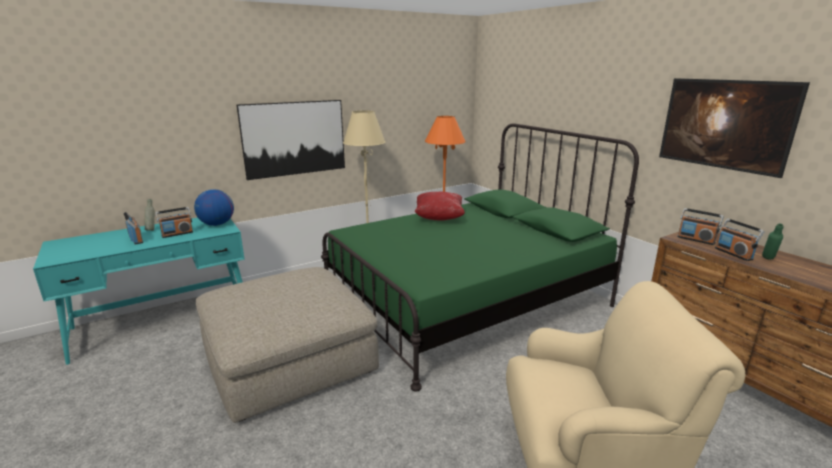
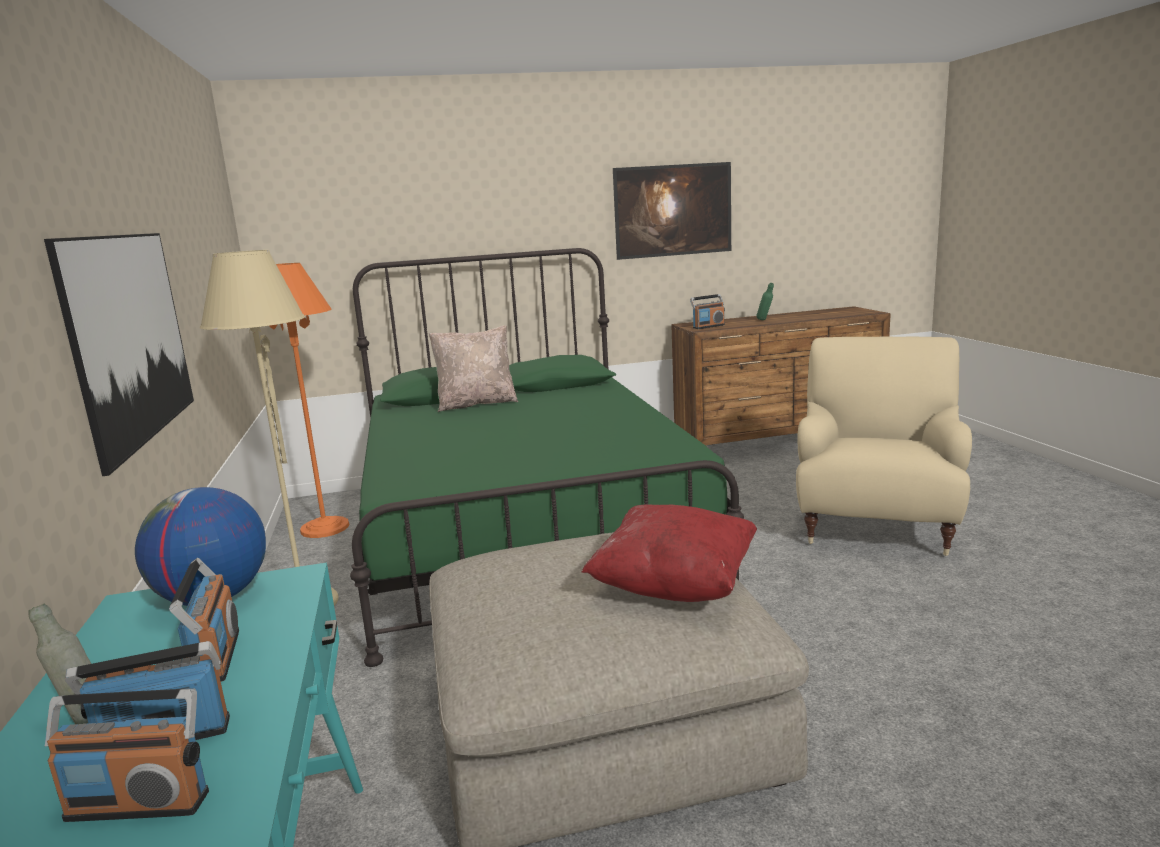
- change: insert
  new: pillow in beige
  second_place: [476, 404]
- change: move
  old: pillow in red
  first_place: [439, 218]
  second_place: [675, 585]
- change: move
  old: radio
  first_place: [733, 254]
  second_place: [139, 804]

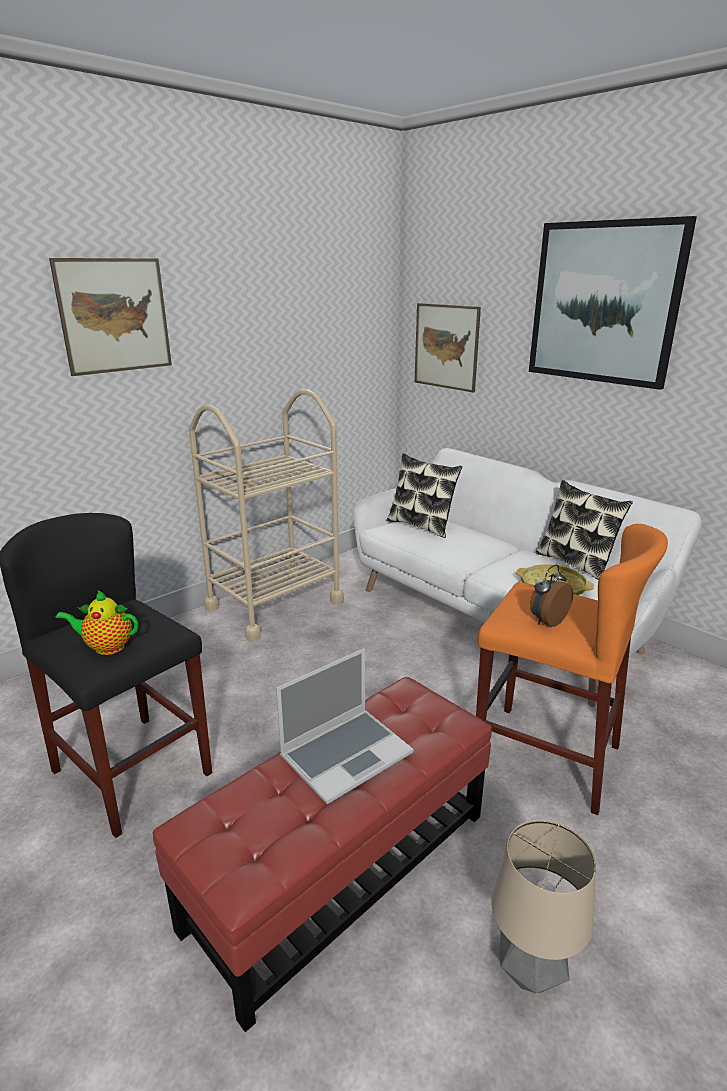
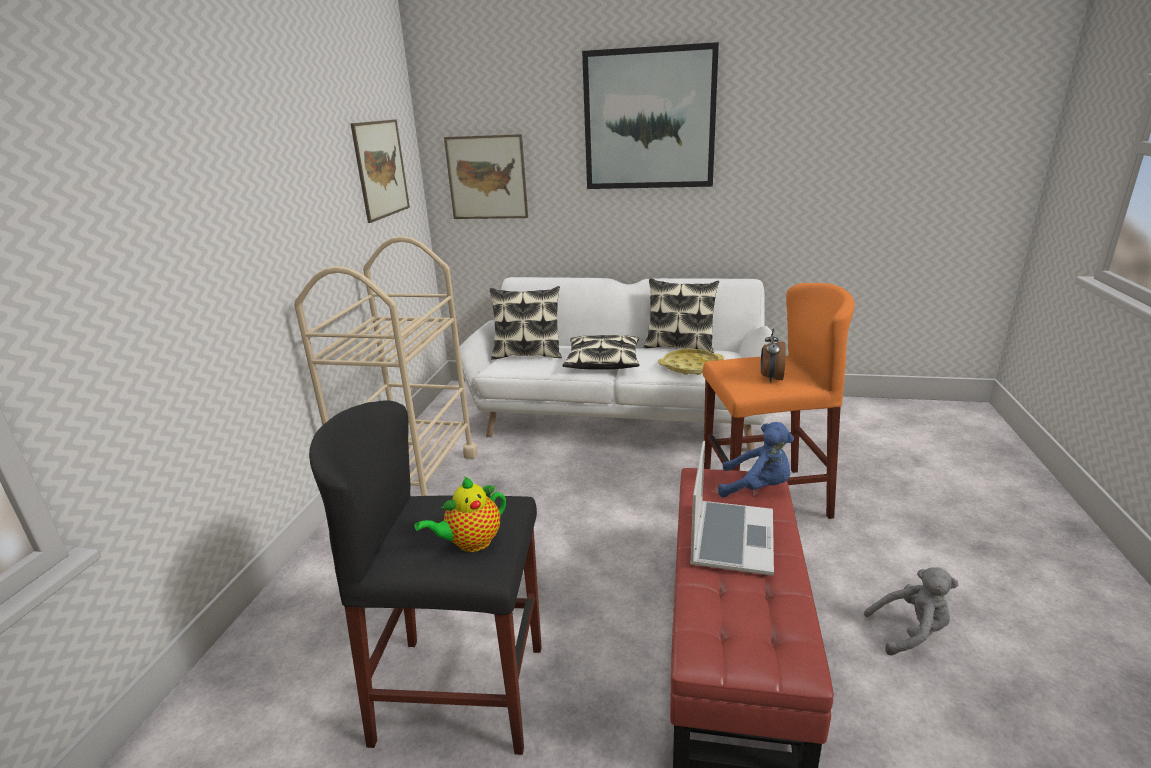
- change: insert
  new: pillow
  second_place: [602, 362]
- change: insert
  new: plush toy in blue
  second_place: [757, 488]
- change: move
  old: picture
  first_place: [114, 316]
  second_place: [381, 169]
- change: replace
  old: table lamp
  new: plush toy in grey
  first_place: [530, 973]
  second_place: [910, 632]

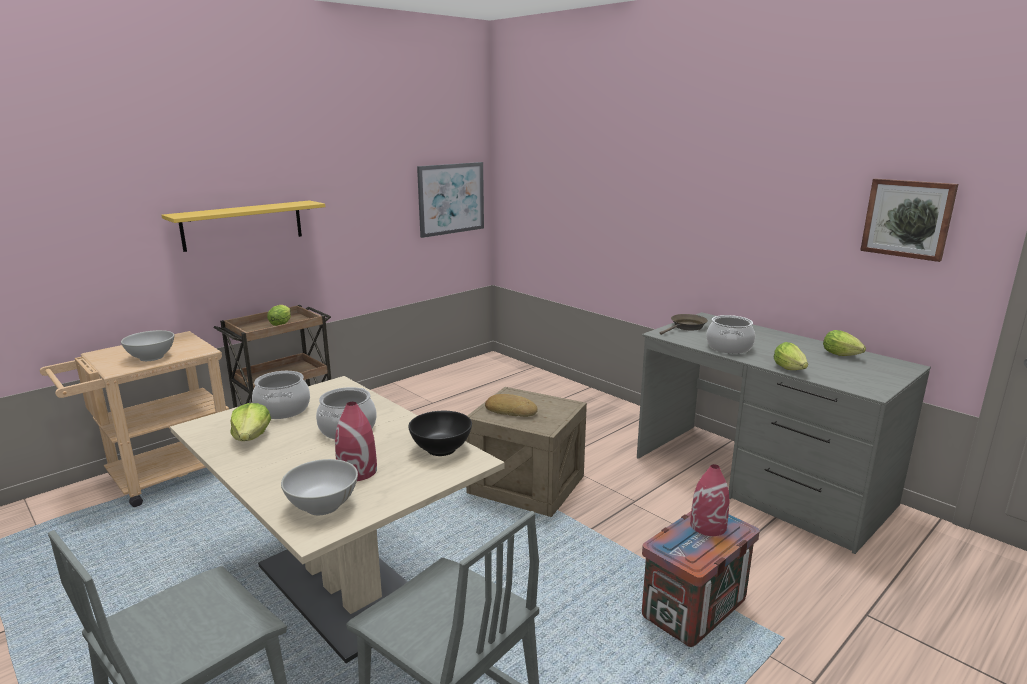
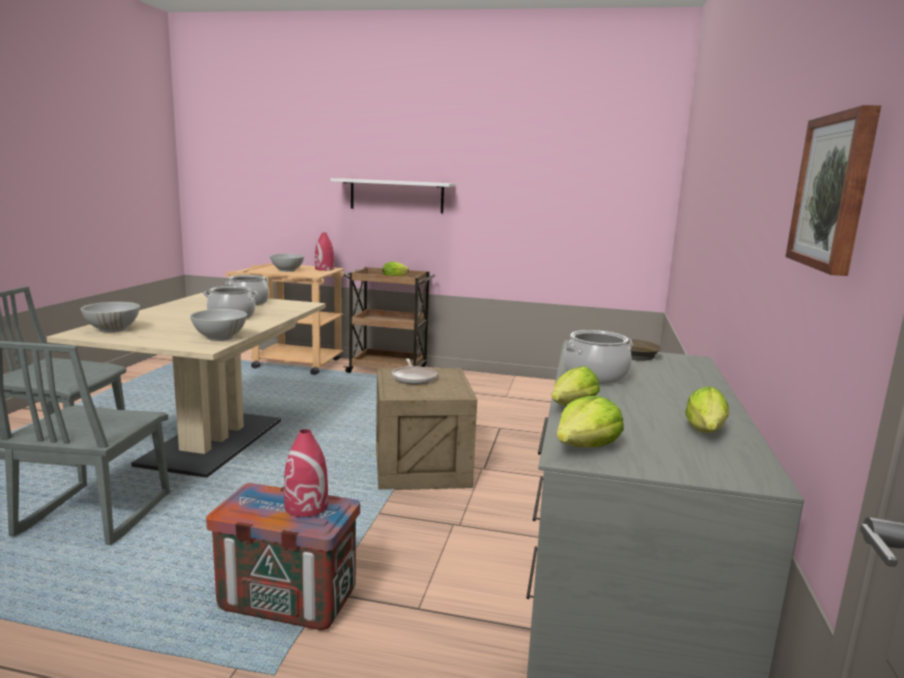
- change: delete
  old: picture
  first_place: [451, 198]
- change: move
  old: lettuce
  first_place: [251, 437]
  second_place: [586, 446]
- change: move
  old: vase in red
  first_place: [357, 471]
  second_place: [324, 269]
- change: replace
  old: bread
  new: frying pan
  first_place: [511, 410]
  second_place: [414, 378]
- change: recolor
  old: shelf in yellow
  new: shelf in white
  first_place: [243, 225]
  second_place: [396, 196]
- change: recolor
  old: bowl in black
  new: bowl in white
  first_place: [441, 449]
  second_place: [219, 337]

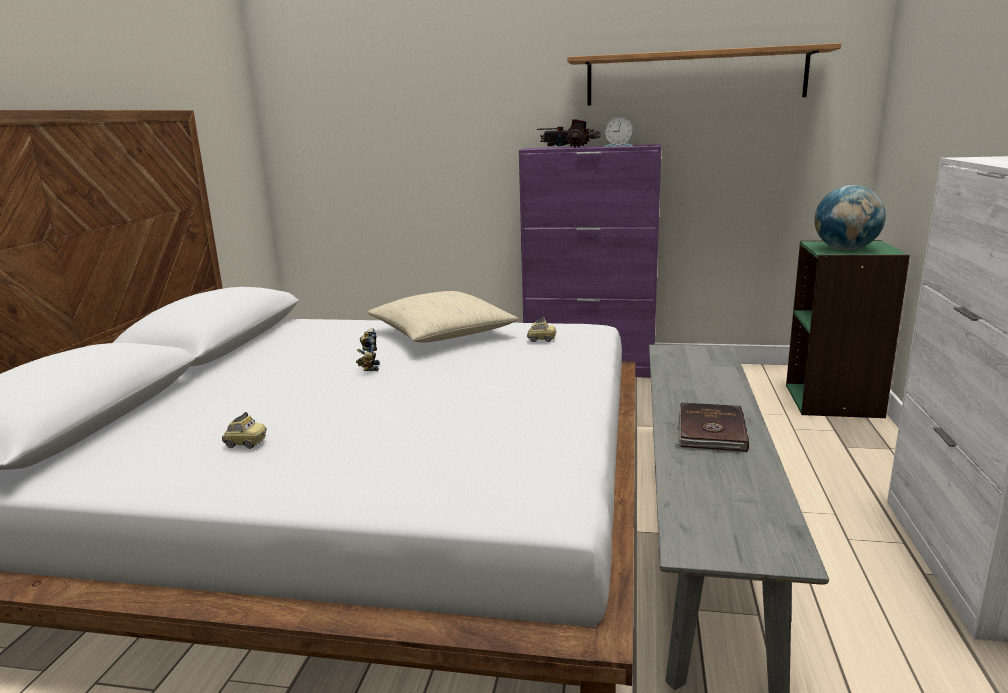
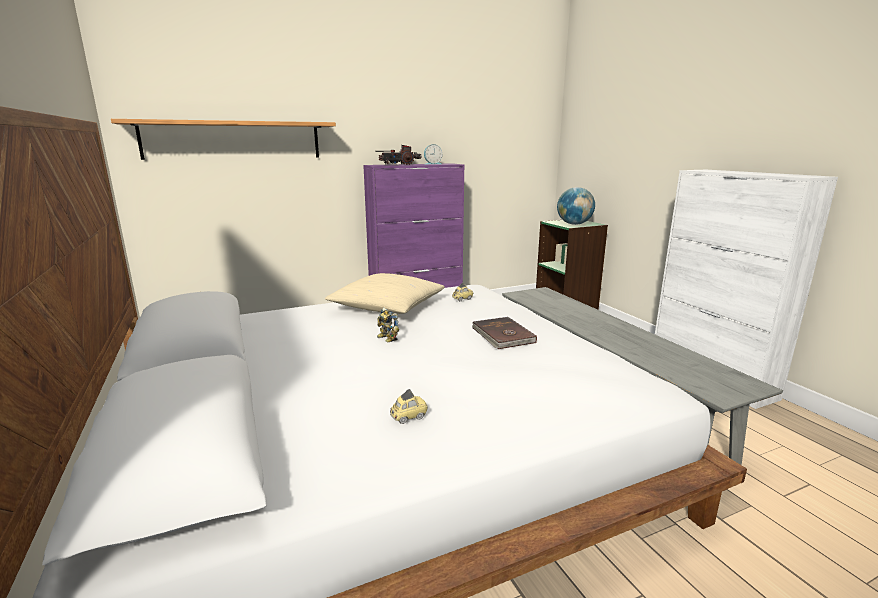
- change: move
  old: shelf
  first_place: [695, 77]
  second_place: [233, 140]
- change: move
  old: book in brown
  first_place: [710, 431]
  second_place: [502, 336]

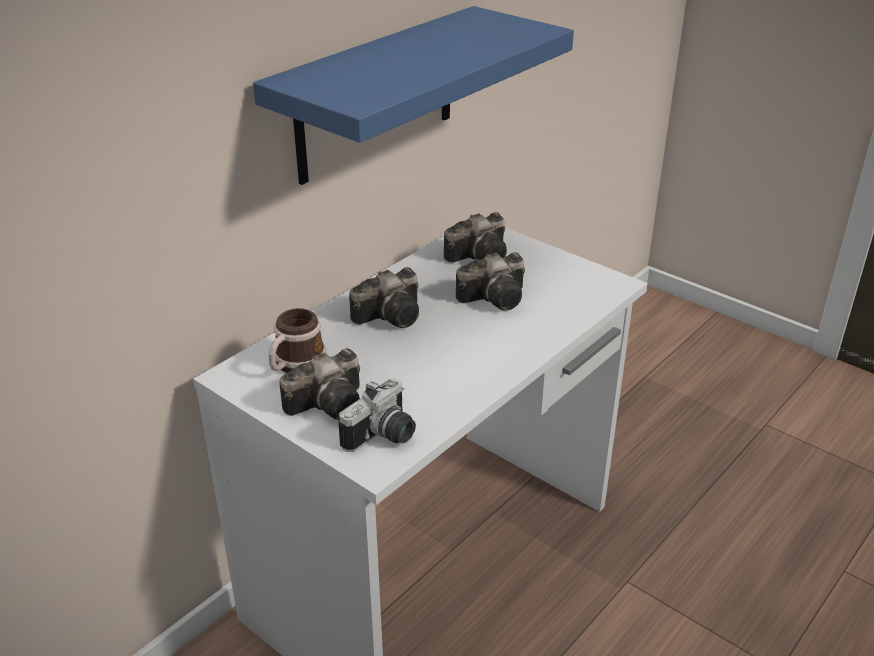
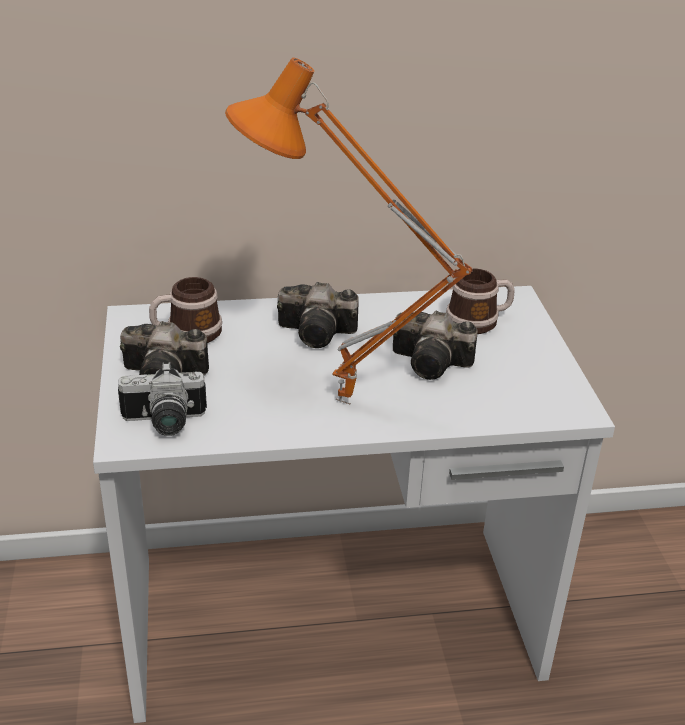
- change: delete
  old: shelf in blue
  first_place: [376, 95]
- change: insert
  new: table lamp in orange
  second_place: [340, 406]
- change: replace
  old: photo camera
  new: mug
  first_place: [481, 255]
  second_place: [478, 321]

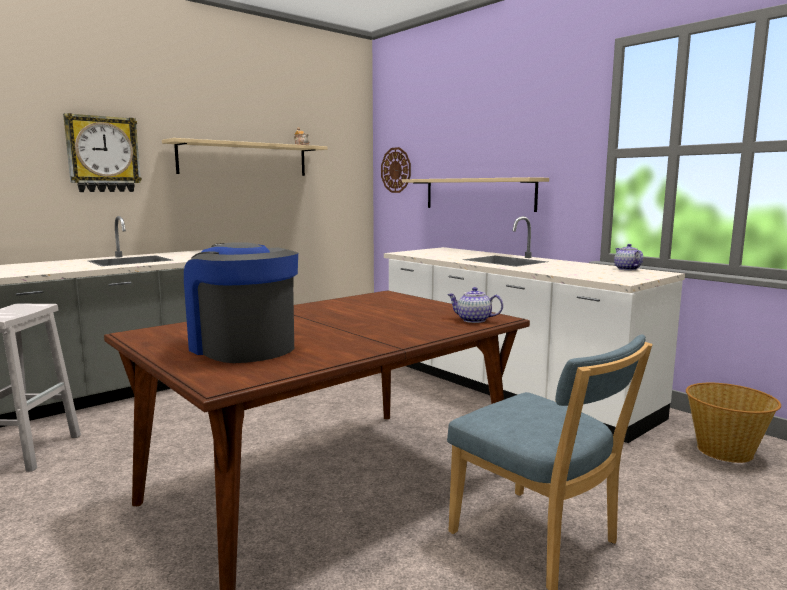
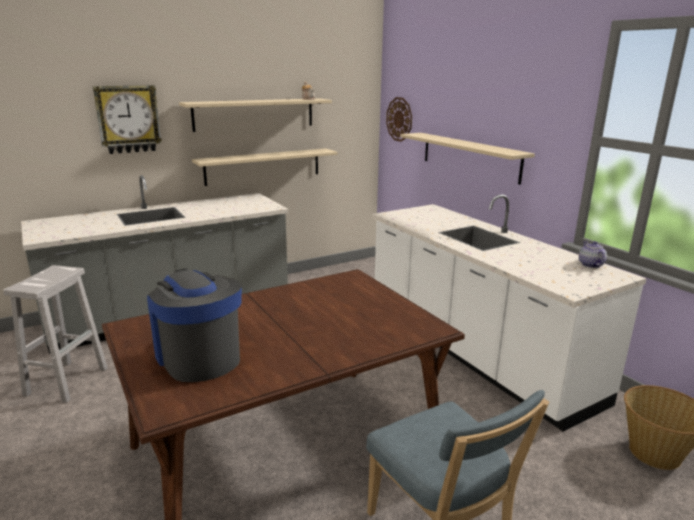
- change: delete
  old: teapot
  first_place: [473, 320]
- change: insert
  new: shelf in beige
  second_place: [263, 166]

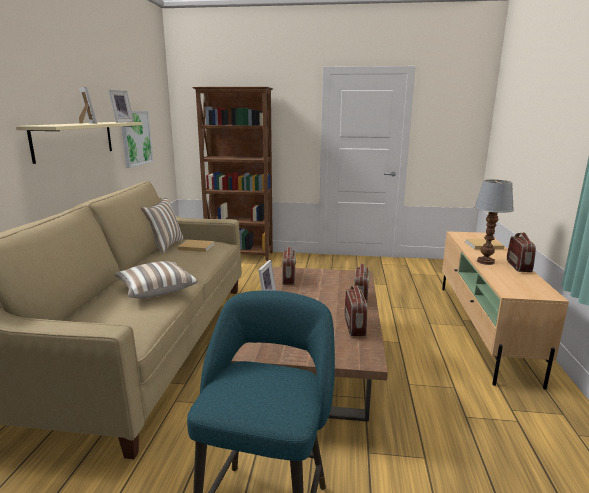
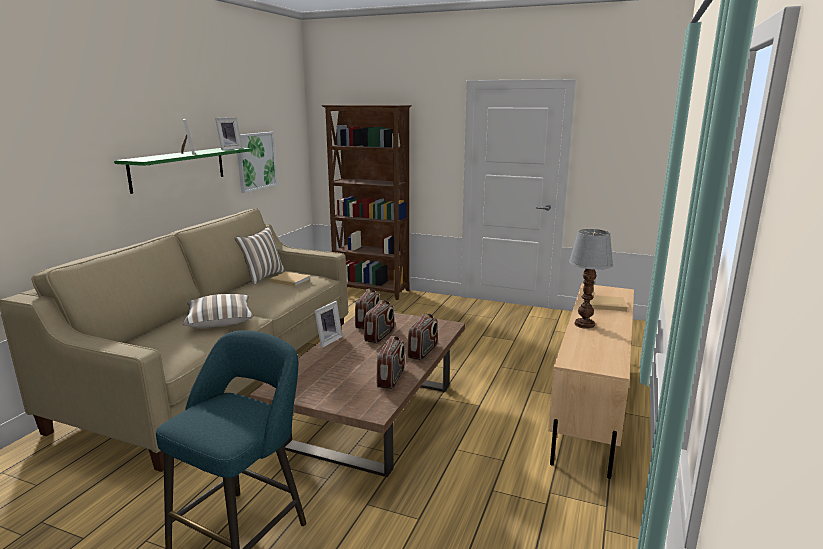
- change: move
  old: radio
  first_place: [518, 266]
  second_place: [380, 336]
- change: recolor
  old: shelf in beige
  new: shelf in green
  first_place: [75, 140]
  second_place: [178, 168]

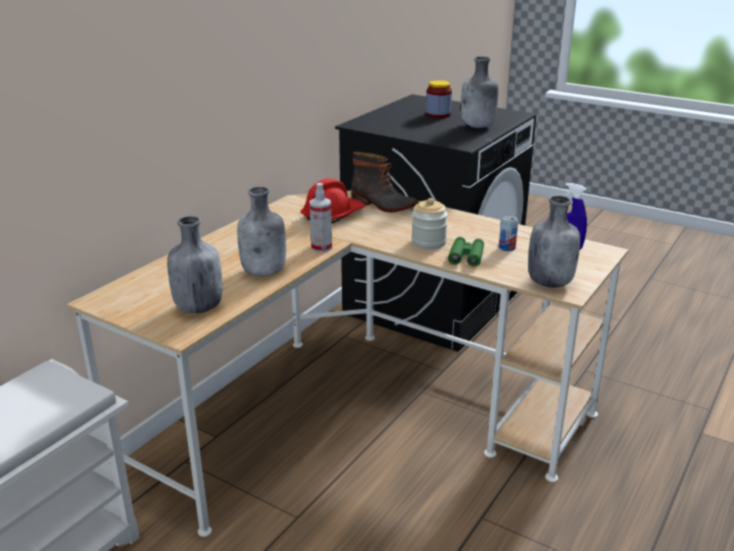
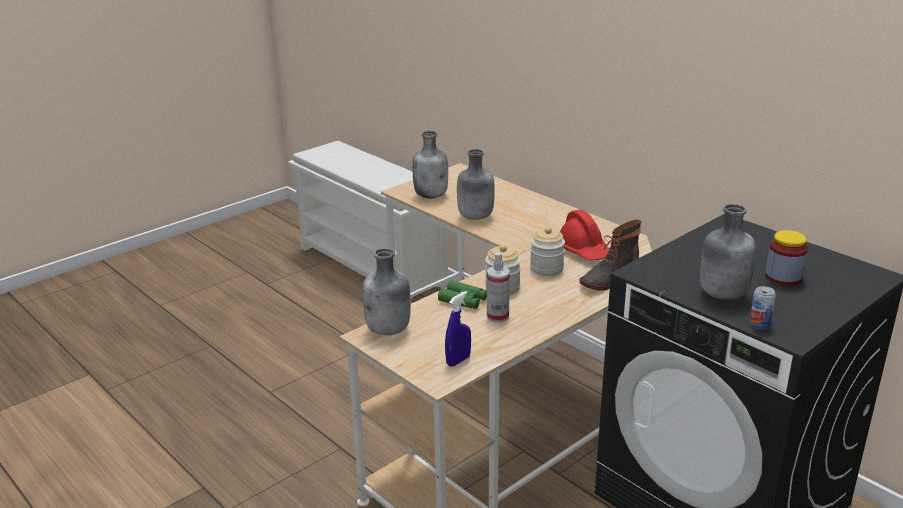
- change: insert
  new: jar
  second_place: [546, 268]
- change: move
  old: spray bottle
  first_place: [321, 248]
  second_place: [497, 316]
- change: move
  old: can
  first_place: [507, 248]
  second_place: [759, 324]

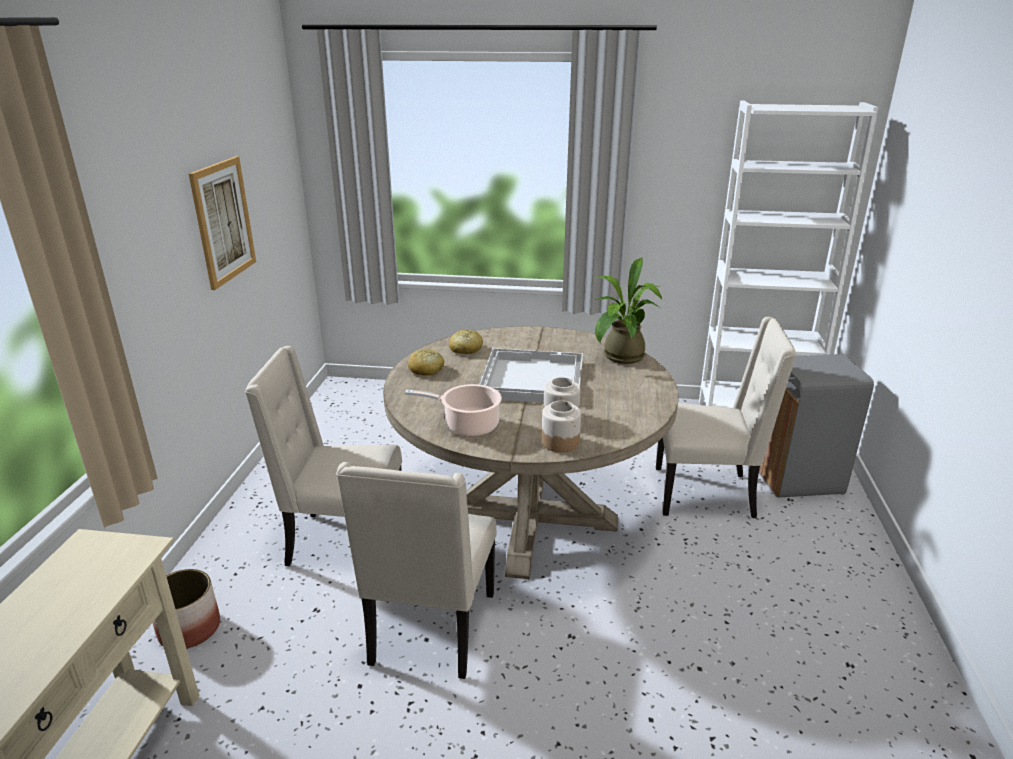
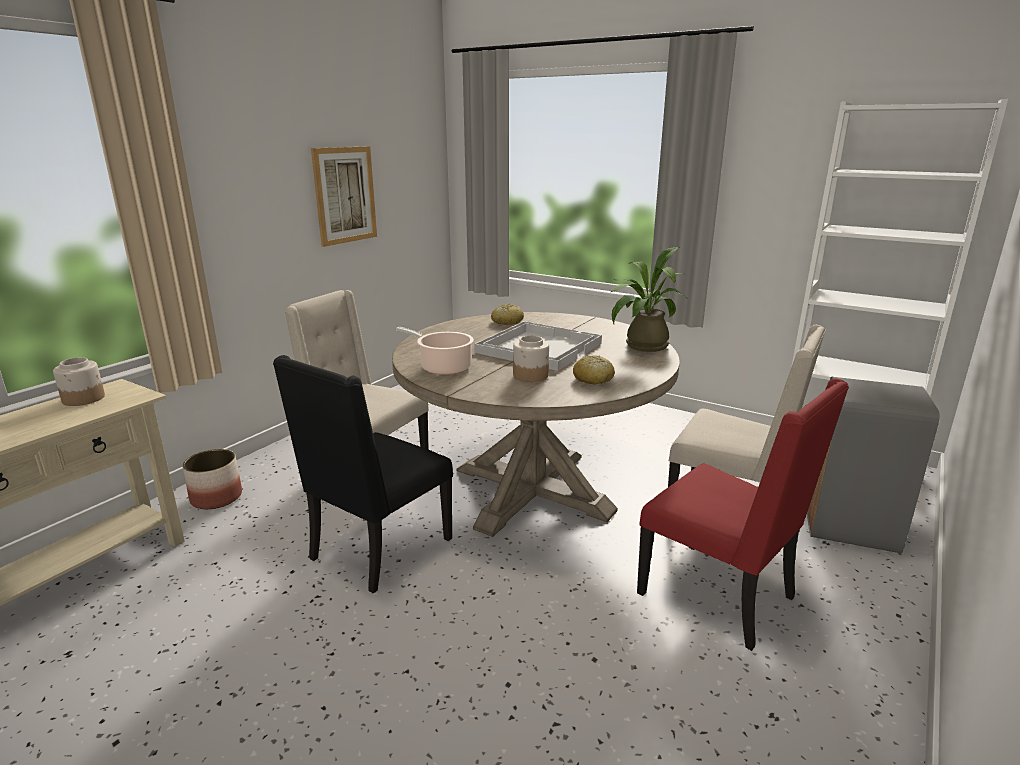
- change: insert
  new: chair in red
  second_place: [720, 596]
- change: move
  old: bread
  first_place: [426, 369]
  second_place: [593, 379]
- change: move
  old: jar
  first_place: [560, 442]
  second_place: [84, 398]
- change: recolor
  old: chair in beige
  new: chair in black
  first_place: [431, 630]
  second_place: [378, 550]

